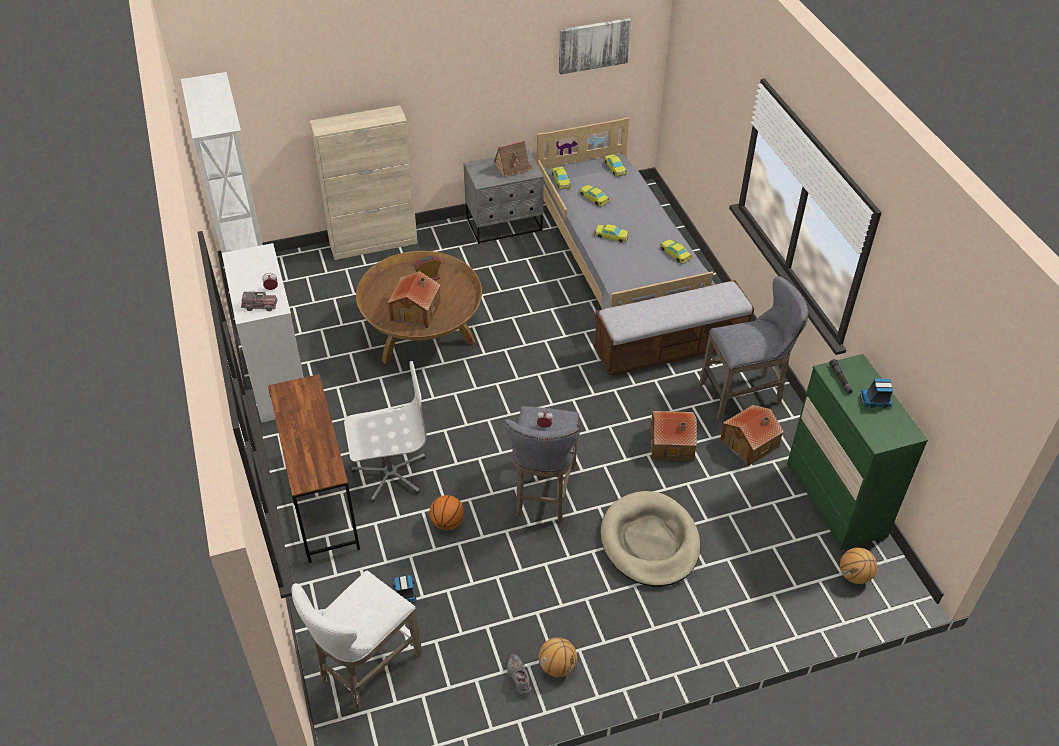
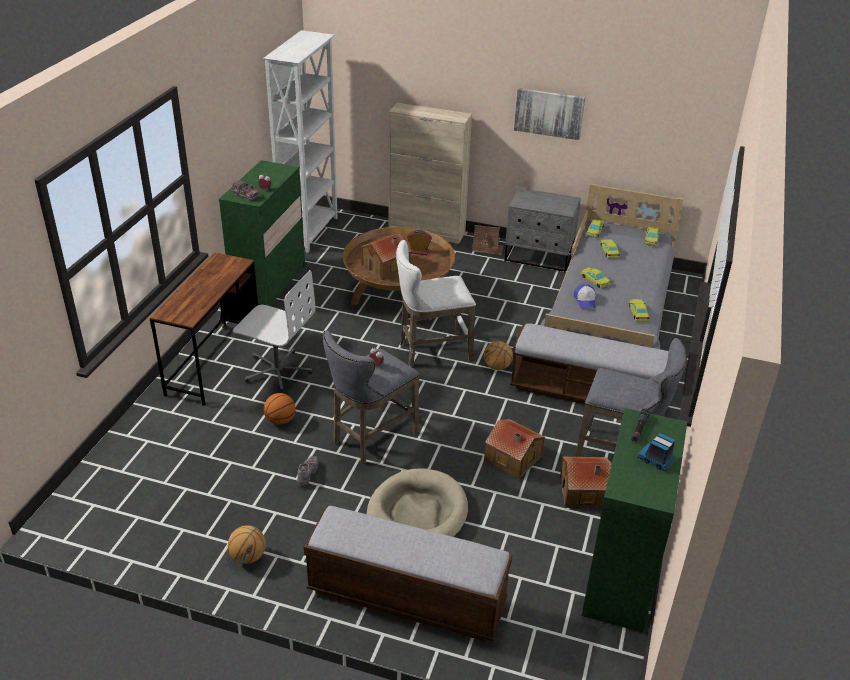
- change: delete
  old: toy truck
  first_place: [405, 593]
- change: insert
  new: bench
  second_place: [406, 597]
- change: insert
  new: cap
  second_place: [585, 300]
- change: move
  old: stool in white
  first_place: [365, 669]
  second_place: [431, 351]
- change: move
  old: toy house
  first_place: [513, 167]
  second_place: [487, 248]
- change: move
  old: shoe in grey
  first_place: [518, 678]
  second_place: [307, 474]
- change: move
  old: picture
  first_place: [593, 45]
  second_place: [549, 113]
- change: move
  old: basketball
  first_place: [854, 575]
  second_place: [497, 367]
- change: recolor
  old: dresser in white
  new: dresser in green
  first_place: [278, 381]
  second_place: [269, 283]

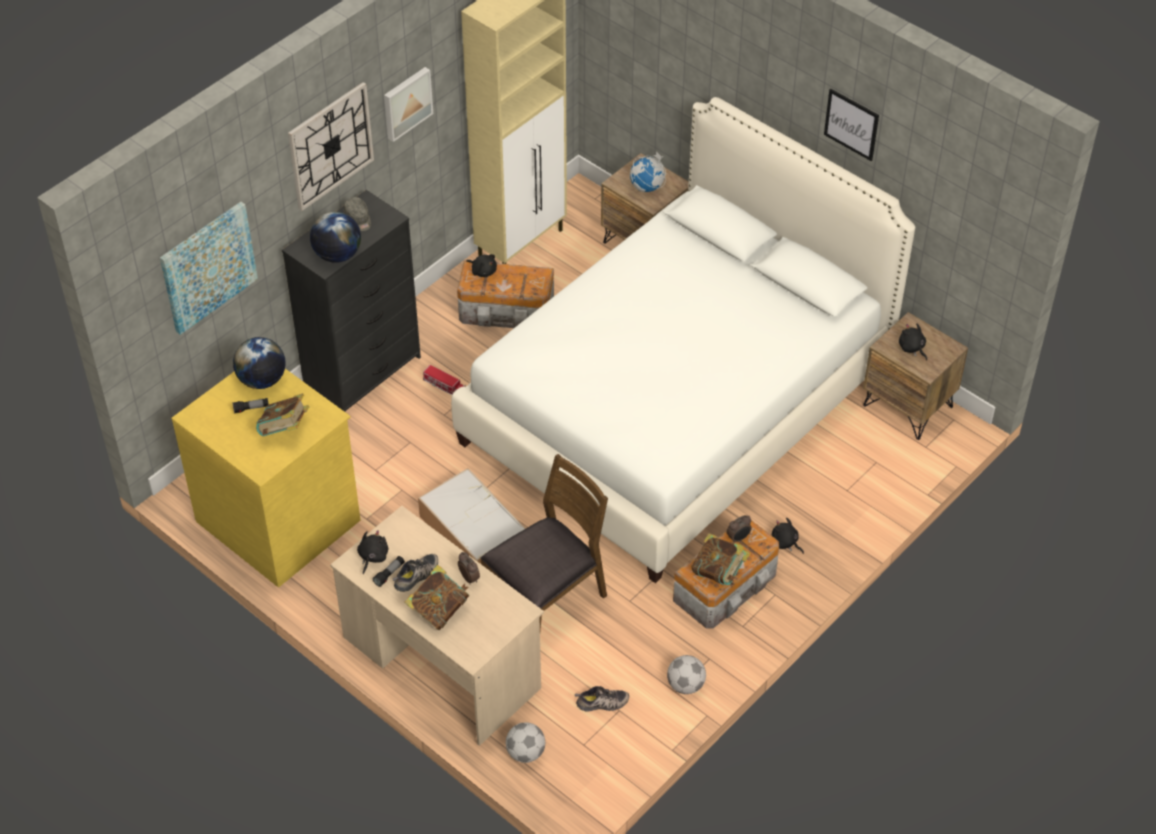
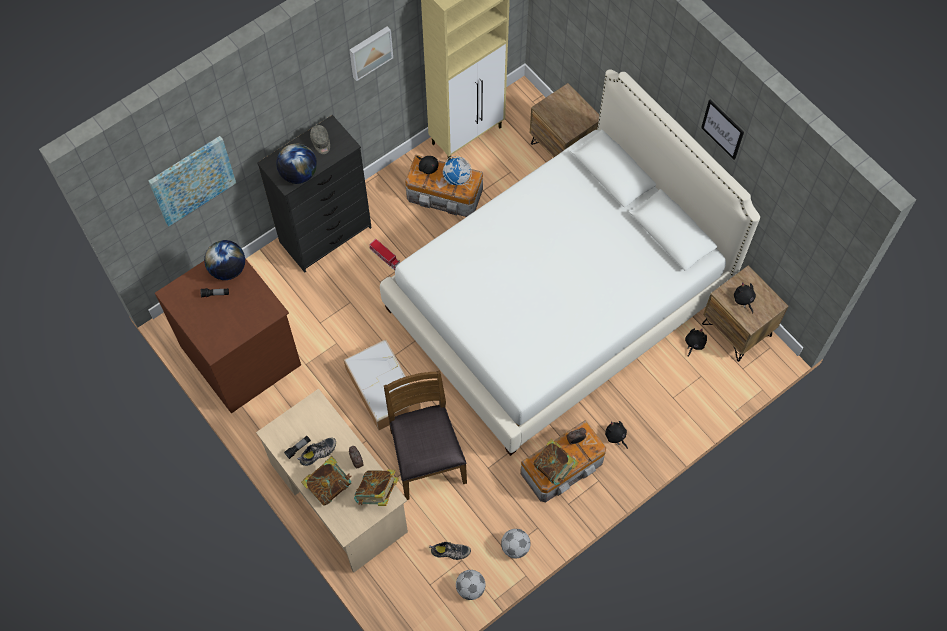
- change: delete
  old: wall clock
  first_place: [330, 145]
- change: move
  old: book
  first_place: [284, 430]
  second_place: [377, 493]
- change: move
  old: plush toy in black
  first_place: [372, 557]
  second_place: [694, 344]
- change: move
  old: football
  first_place: [526, 753]
  second_place: [470, 588]
- change: move
  old: globe
  first_place: [647, 187]
  second_place: [457, 179]
- change: recolor
  old: dresser in yellow
  new: dresser in brown
  first_place: [280, 519]
  second_place: [242, 354]
- change: rotate
  old: chair in brown
  first_place: [546, 599]
  second_place: [426, 456]
  degrees: -75

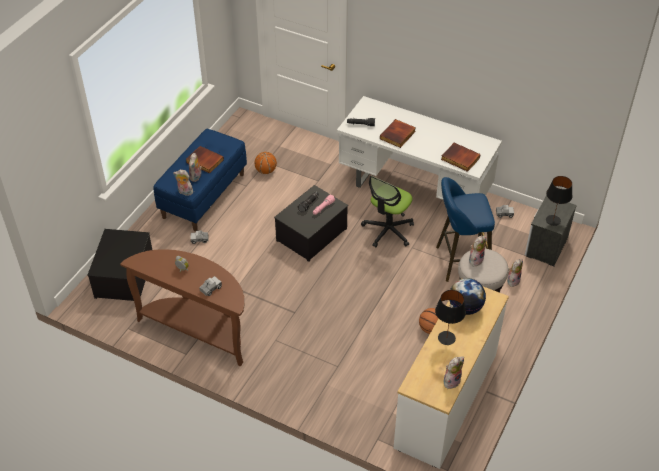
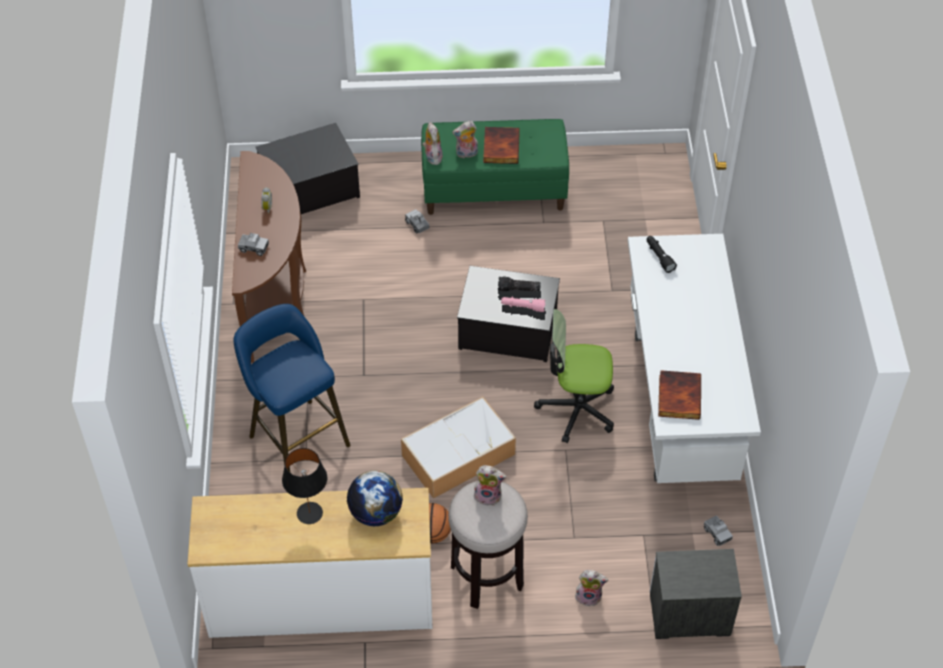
- change: delete
  old: basketball
  first_place: [266, 171]
- change: delete
  old: book
  first_place: [398, 135]
- change: delete
  old: plush toy
  first_place: [451, 380]
- change: delete
  old: table lamp in black
  first_place: [553, 220]
- change: insert
  new: storage box
  second_place: [459, 454]
- change: move
  old: stool in blue
  first_place: [459, 262]
  second_place: [296, 437]
- change: recolor
  old: bench in blue
  new: bench in green
  first_place: [203, 195]
  second_place: [494, 190]

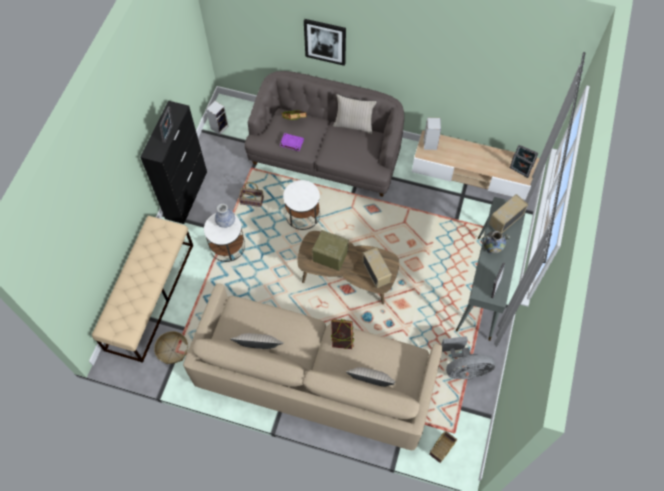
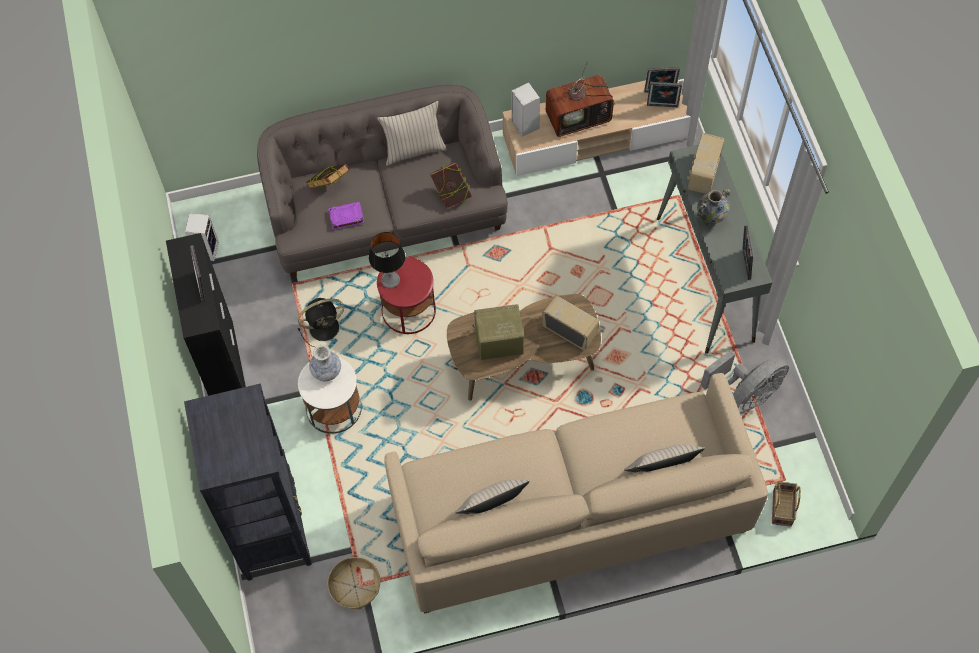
- change: delete
  old: picture
  first_place: [325, 41]
- change: insert
  new: table lamp
  second_place: [390, 280]
- change: insert
  new: television
  second_place: [579, 116]
- change: move
  old: book
  first_place: [342, 339]
  second_place: [451, 195]
- change: replace
  old: bench in beige
  new: bookcase in black
  first_place: [150, 296]
  second_place: [272, 533]
- change: replace
  old: basket
  new: fan in black
  first_place: [252, 200]
  second_place: [325, 327]
- change: recolor
  old: side table in white
  new: side table in red
  first_place: [302, 215]
  second_place: [409, 310]

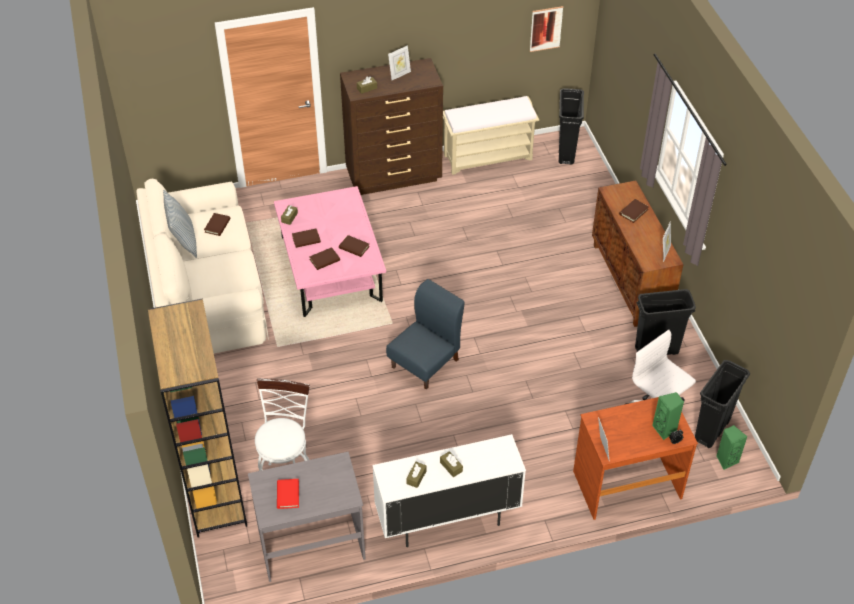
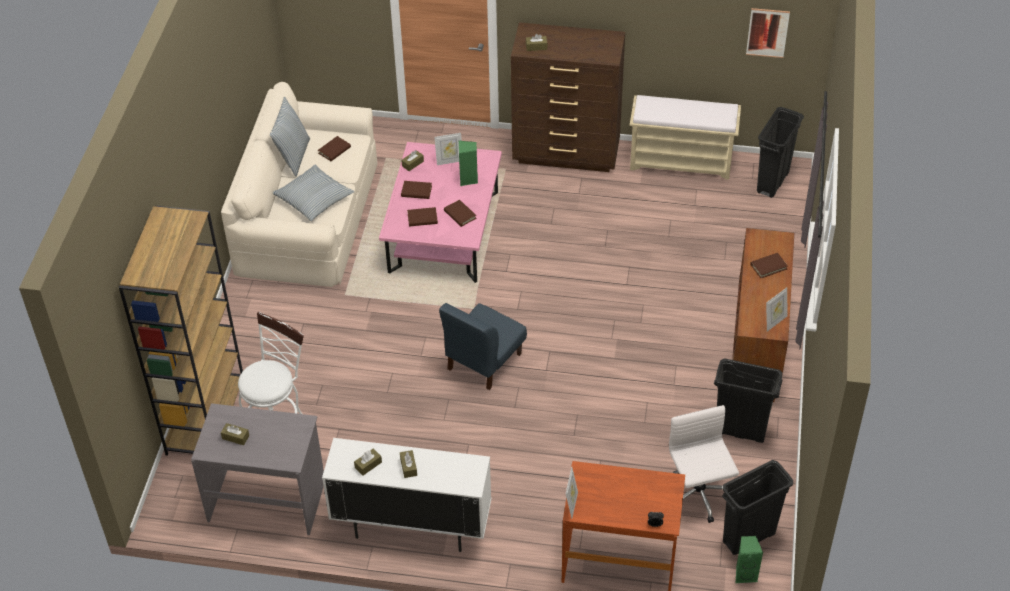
- change: insert
  new: pillow
  second_place: [313, 199]
- change: move
  old: picture frame
  first_place: [399, 75]
  second_place: [449, 161]
- change: move
  old: speaker in green
  first_place: [665, 429]
  second_place: [468, 179]
- change: replace
  old: book in red
  new: tissue box in brown
  first_place: [288, 495]
  second_place: [235, 437]
- change: rotate
  old: chair in blue
  first_place: [426, 363]
  second_place: [483, 361]
  degrees: 150

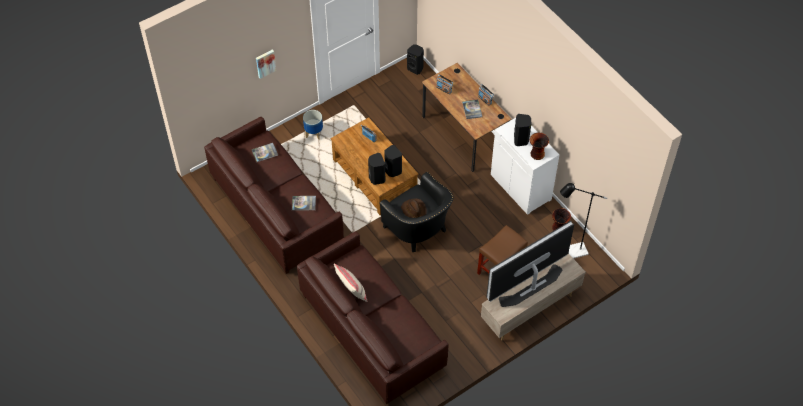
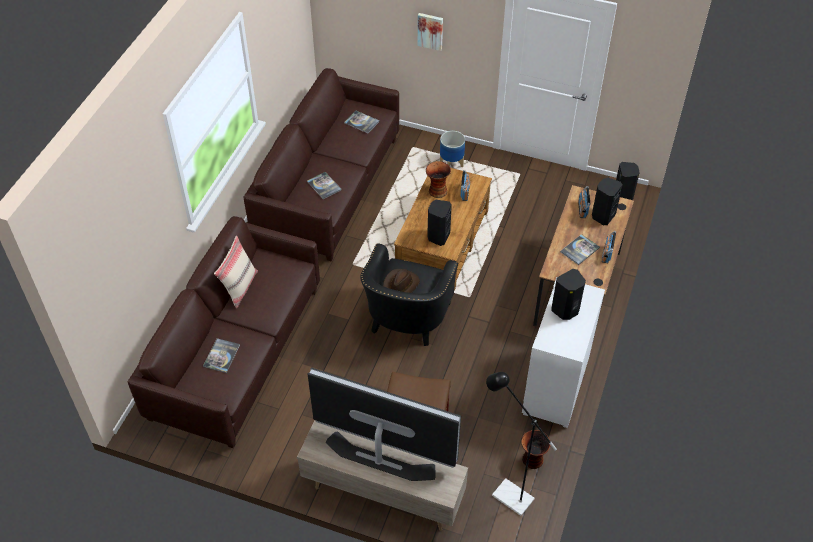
- change: insert
  new: book
  second_place: [221, 356]
- change: move
  old: speaker in black
  first_place: [376, 178]
  second_place: [602, 216]
- change: move
  old: vase
  first_place: [537, 154]
  second_place: [437, 191]

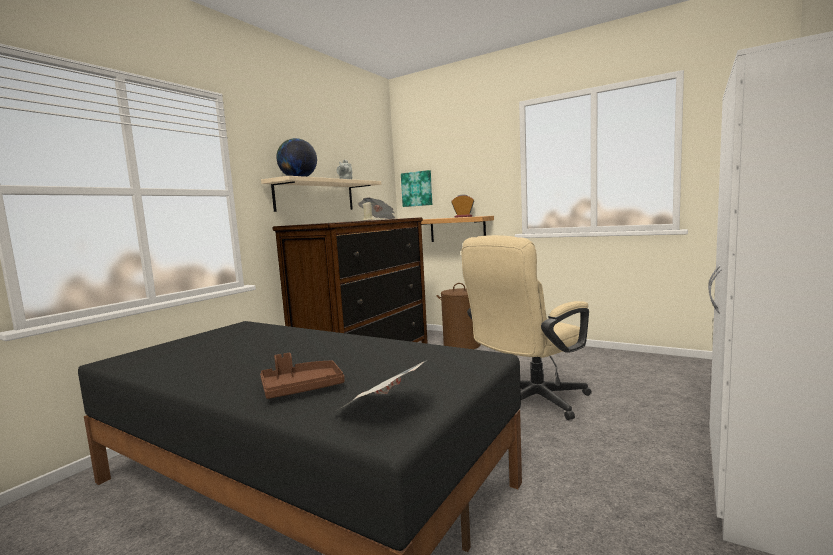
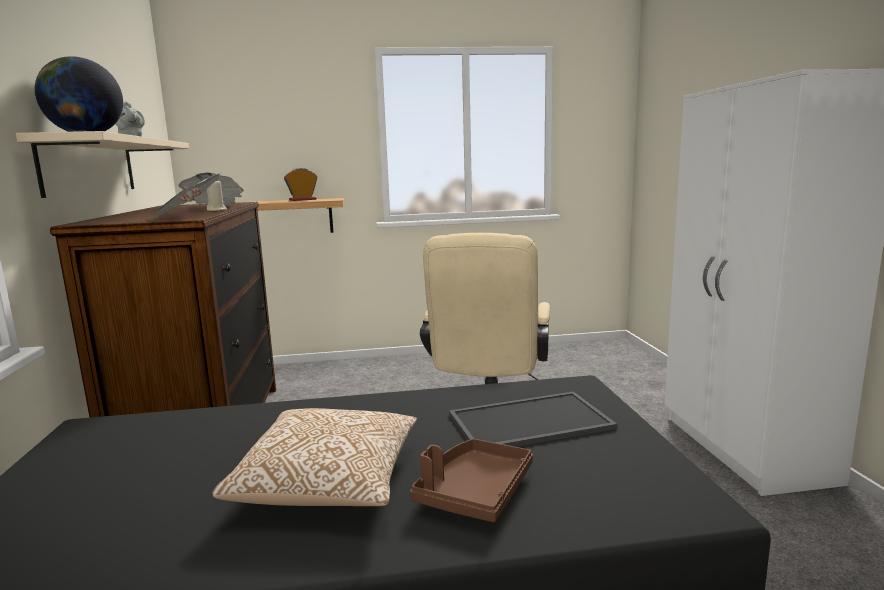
- change: delete
  old: picture
  first_place: [417, 189]
- change: delete
  old: laundry basket in brown
  first_place: [462, 345]
- change: insert
  new: pillow
  second_place: [328, 483]
- change: insert
  new: tray
  second_place: [529, 423]
- change: move
  old: newspaper
  first_place: [382, 410]
  second_place: [188, 216]

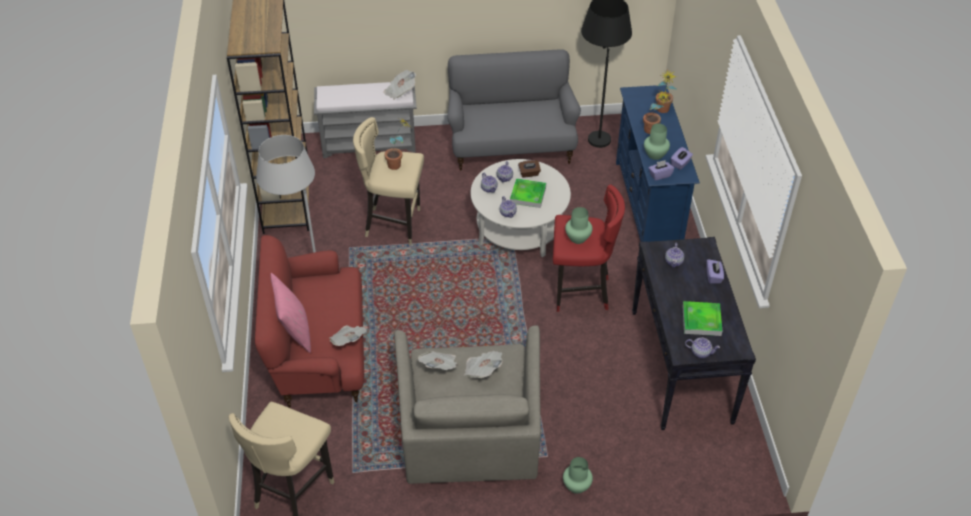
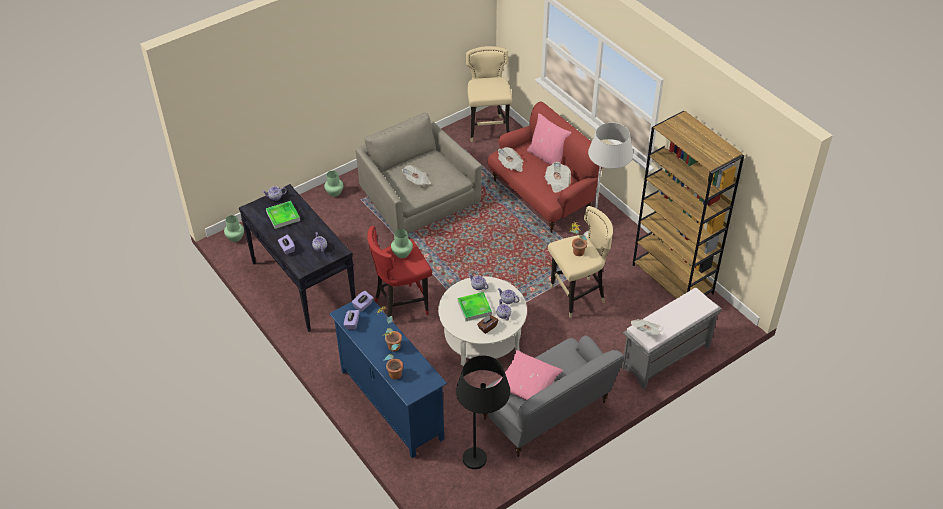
- change: insert
  new: pillow in pink
  second_place: [527, 383]
- change: move
  old: newspaper
  first_place: [439, 367]
  second_place: [557, 183]
- change: move
  old: vase in green
  first_place: [654, 155]
  second_place: [235, 237]

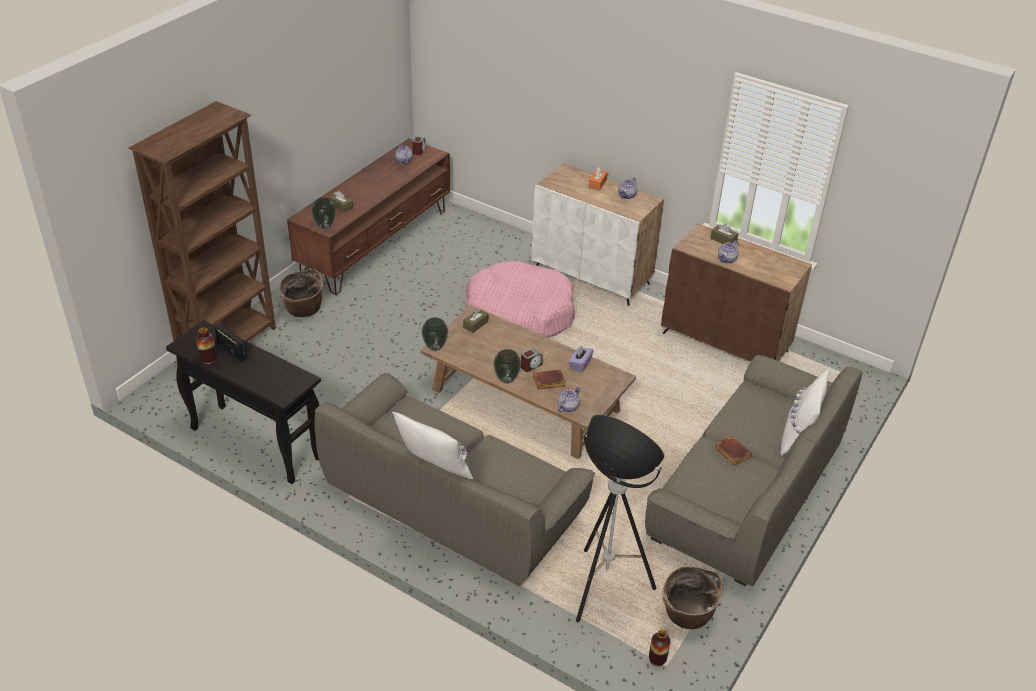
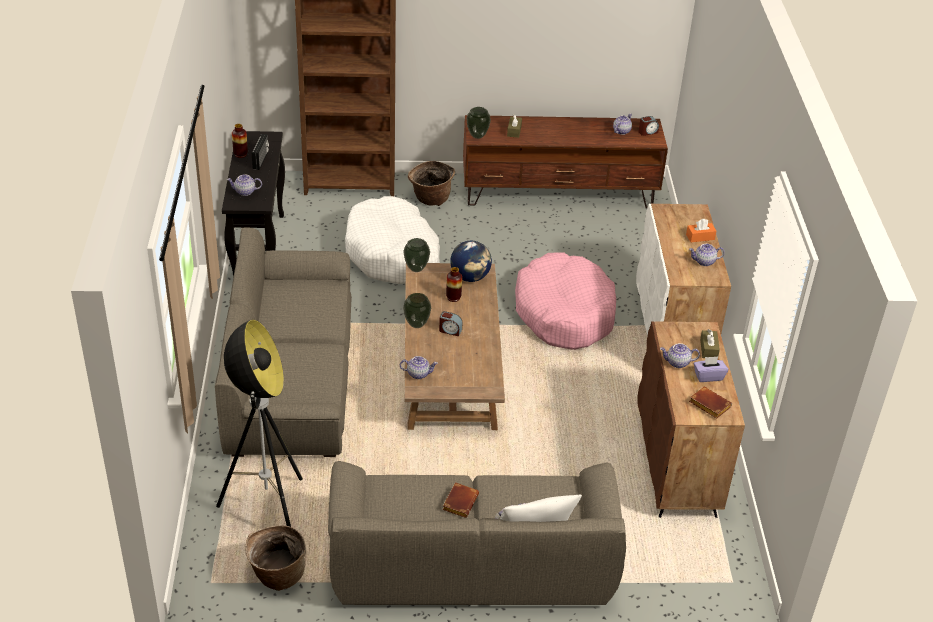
- change: delete
  old: pillow in white
  first_place: [433, 471]
- change: insert
  new: teapot
  second_place: [245, 192]
- change: insert
  new: dog bed in white
  second_place: [392, 253]
- change: move
  old: book in brown
  first_place: [548, 382]
  second_place: [708, 405]
- change: move
  old: tissue box in purple
  first_place: [580, 364]
  second_place: [708, 376]
- change: move
  old: vase
  first_place: [657, 659]
  second_place: [453, 298]
- change: replace
  old: tissue box in brown
  new: globe
  first_place: [475, 324]
  second_place: [470, 277]

